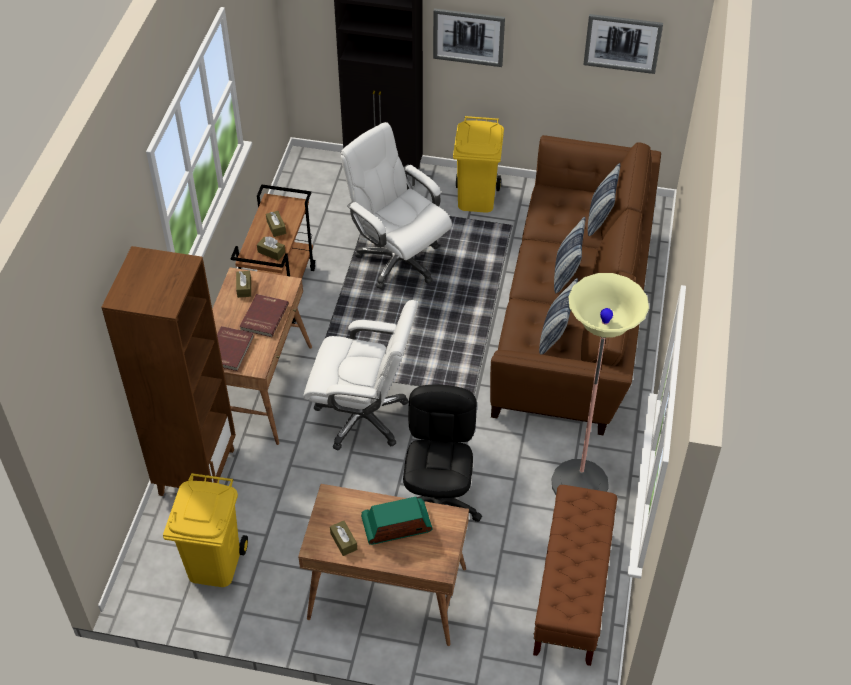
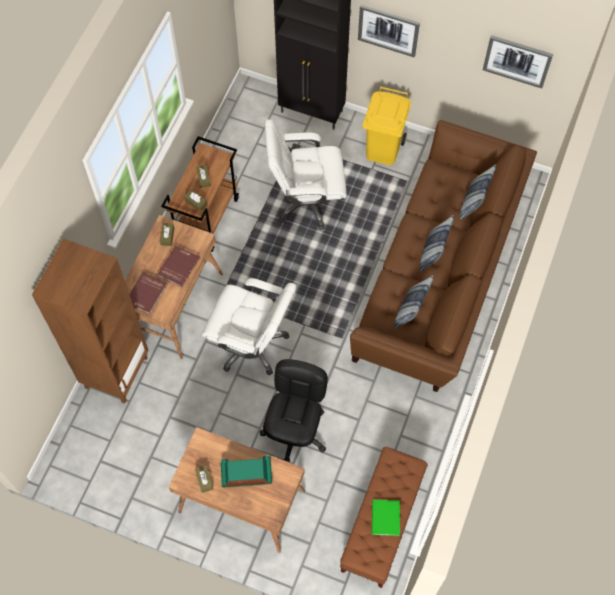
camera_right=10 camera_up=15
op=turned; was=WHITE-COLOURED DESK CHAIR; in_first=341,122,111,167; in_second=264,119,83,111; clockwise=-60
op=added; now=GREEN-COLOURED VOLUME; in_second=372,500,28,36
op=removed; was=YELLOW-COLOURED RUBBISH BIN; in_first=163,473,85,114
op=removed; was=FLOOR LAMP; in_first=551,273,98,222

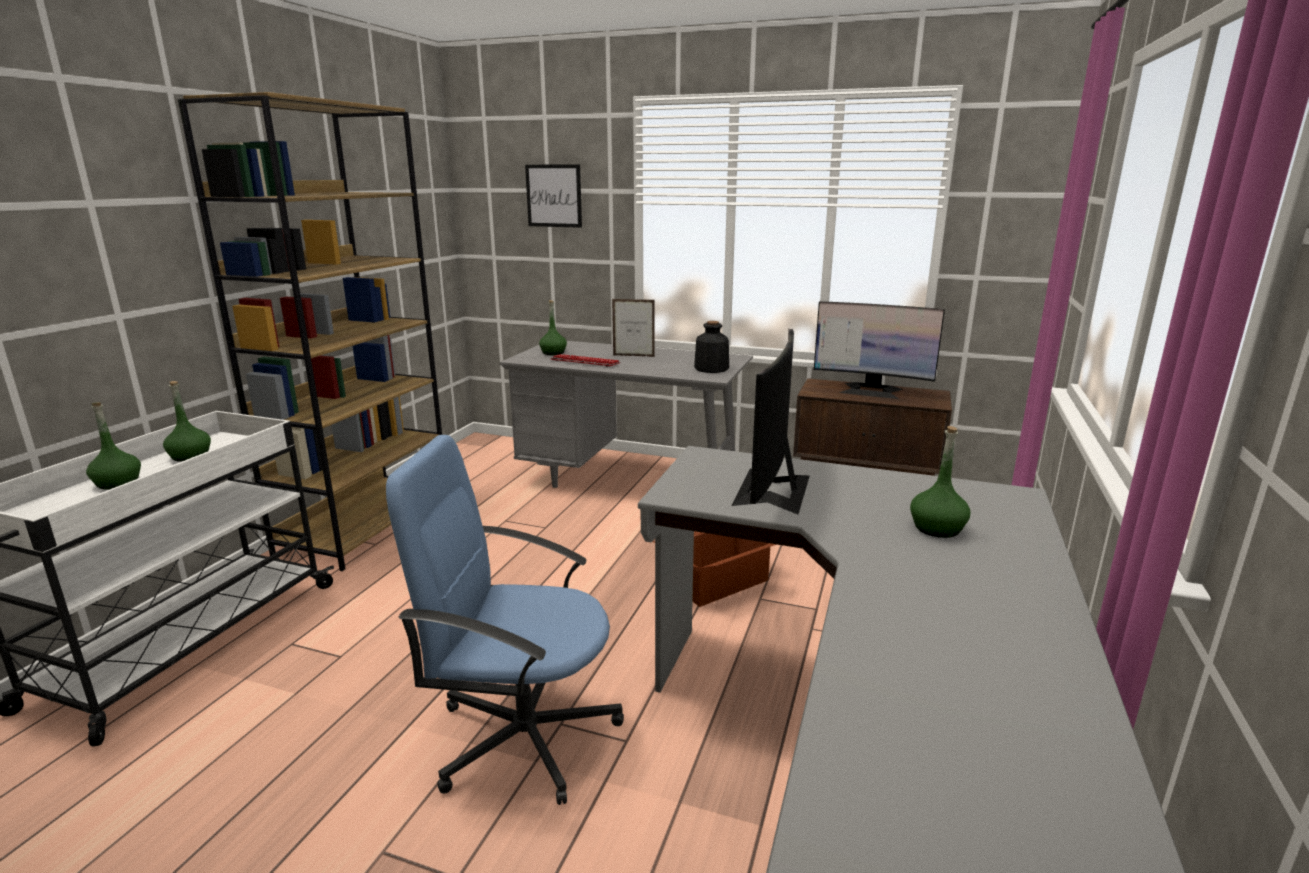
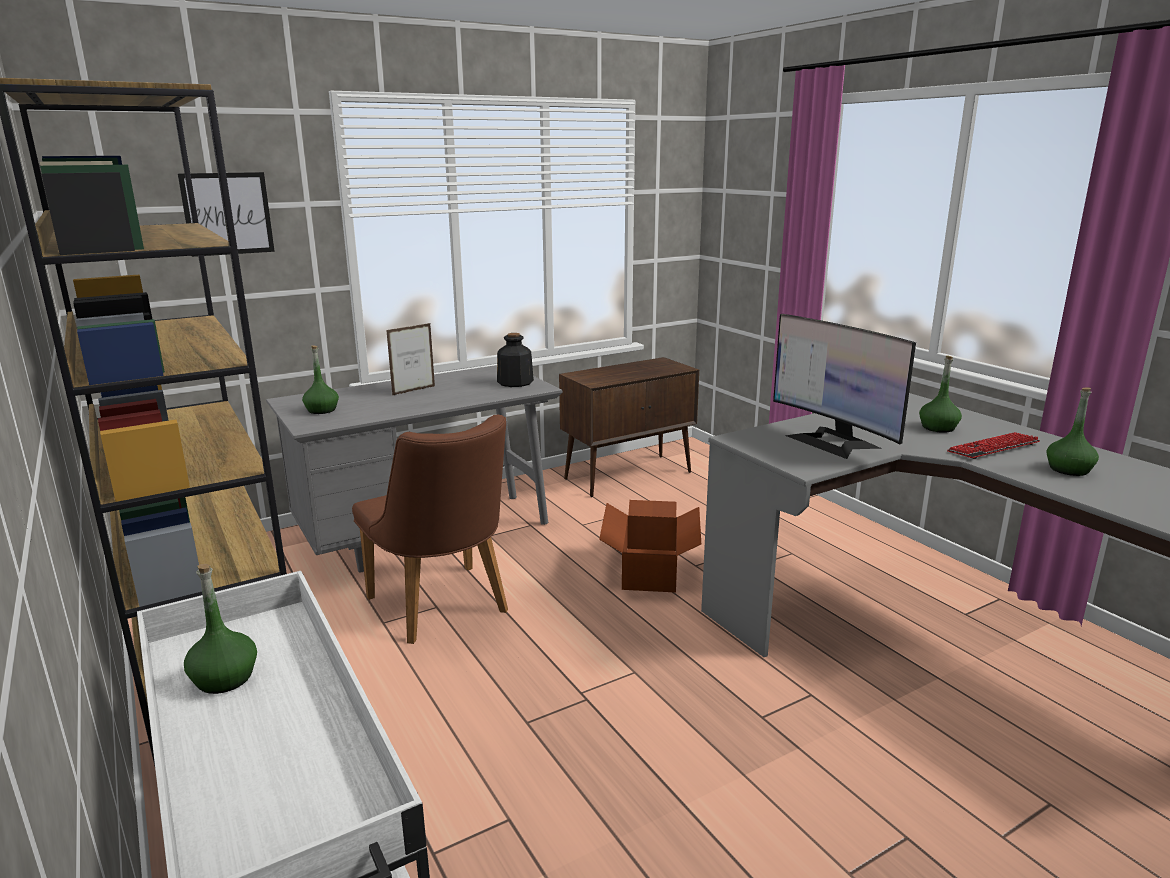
camera_right=-50 camera_up=0
op=added; now=BROWNISH PLAIN CHAIR; in_second=352,415,156,229
op=moved; was=PC KEYBOARD; in_first=550,354,70,13; in_second=947,432,93,27
op=moved; was=GREEN-COLOURED BEVERAGE BOTTLE; in_first=86,402,55,87; in_second=1047,387,52,89
op=removed; was=BLUISH DESK CHAIR; in_first=386,435,238,370
op=removed; was=MONITOR; in_first=814,301,131,98

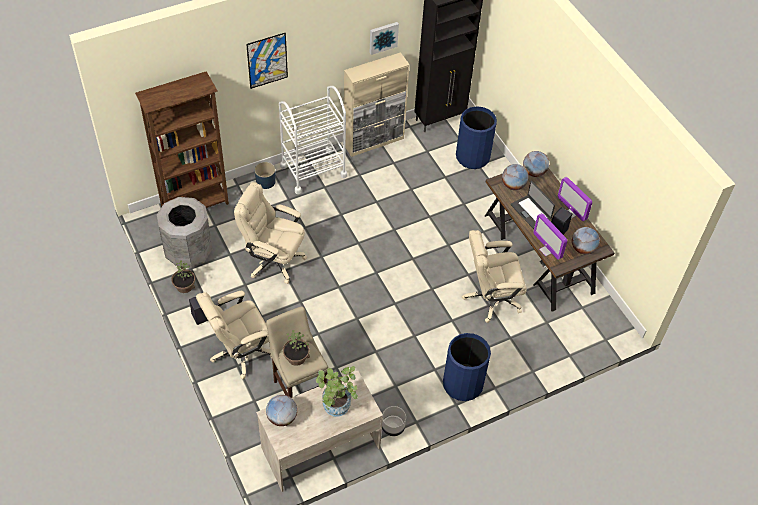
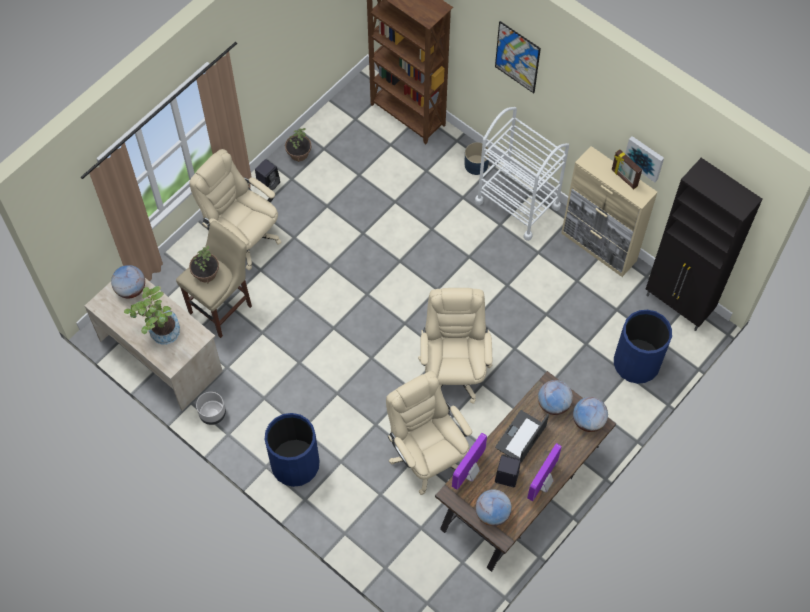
camera_right=70 camera_up=10
op=moved; was=BEIGE-COLOURED DESK CHAIR; in_first=234,182,73,102; in_second=418,288,74,116
op=added; now=PHOTO FRAME; in_second=612,149,30,40
op=removed; was=GREYISH RUBBISH BIN; in_first=157,197,56,71

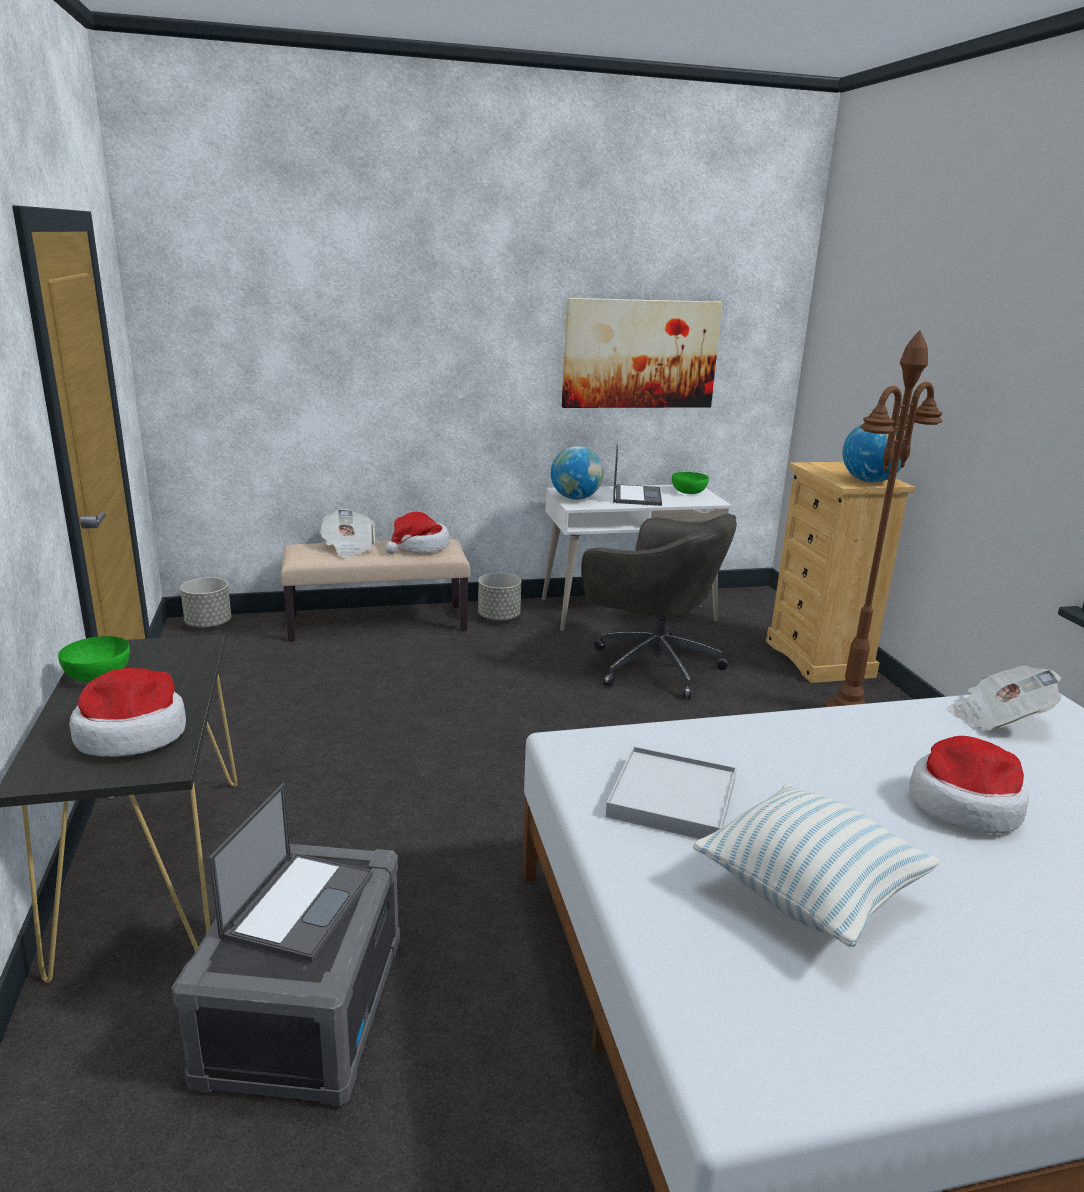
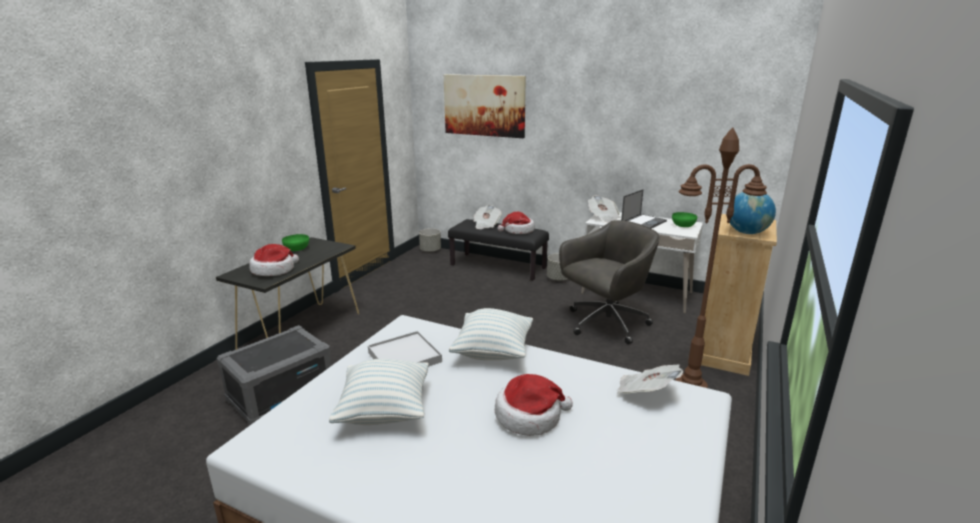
camera_right=40 camera_up=0
op=moved; was=PICTURE; in_first=562,298,160,110; in_second=444,74,82,64
op=recoloured; was=BEIGE-COLOURED LONG SEAT; now=BLACK-COLOURED LONG SEAT; in_first=281,539,189,102; in_second=448,219,101,62
op=added; now=THROW PILLOW; in_second=449,308,84,52
op=turned; was=GREYISH DESK CHAIR; in_first=581,513,156,186; in_second=559,220,101,124; clockwise=-105
op=replaced; was=GLOBE; now=DAILY PAPER; in_first=551,446,52,54; in_second=588,195,33,28
op=removed; was=LAPTOP; in_first=209,783,164,179

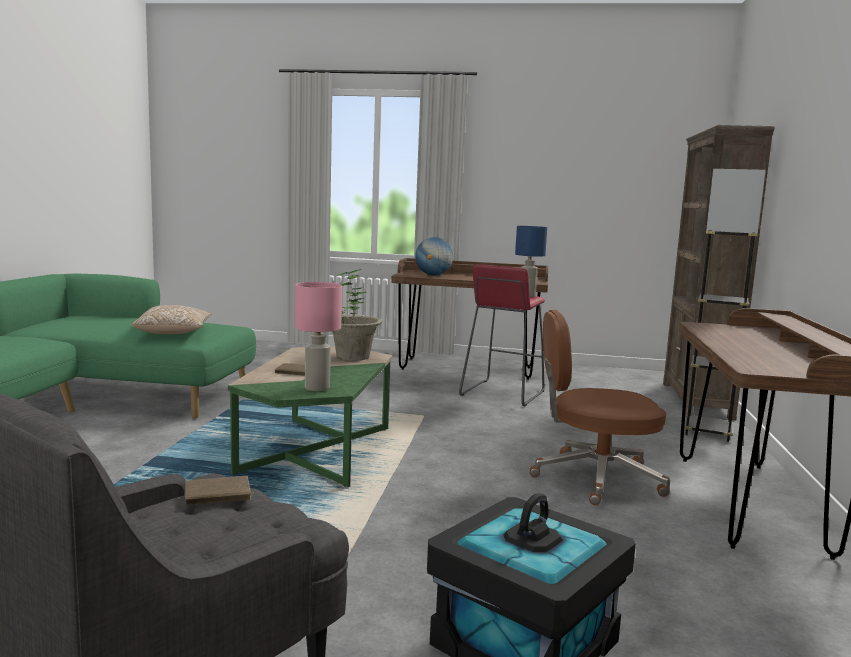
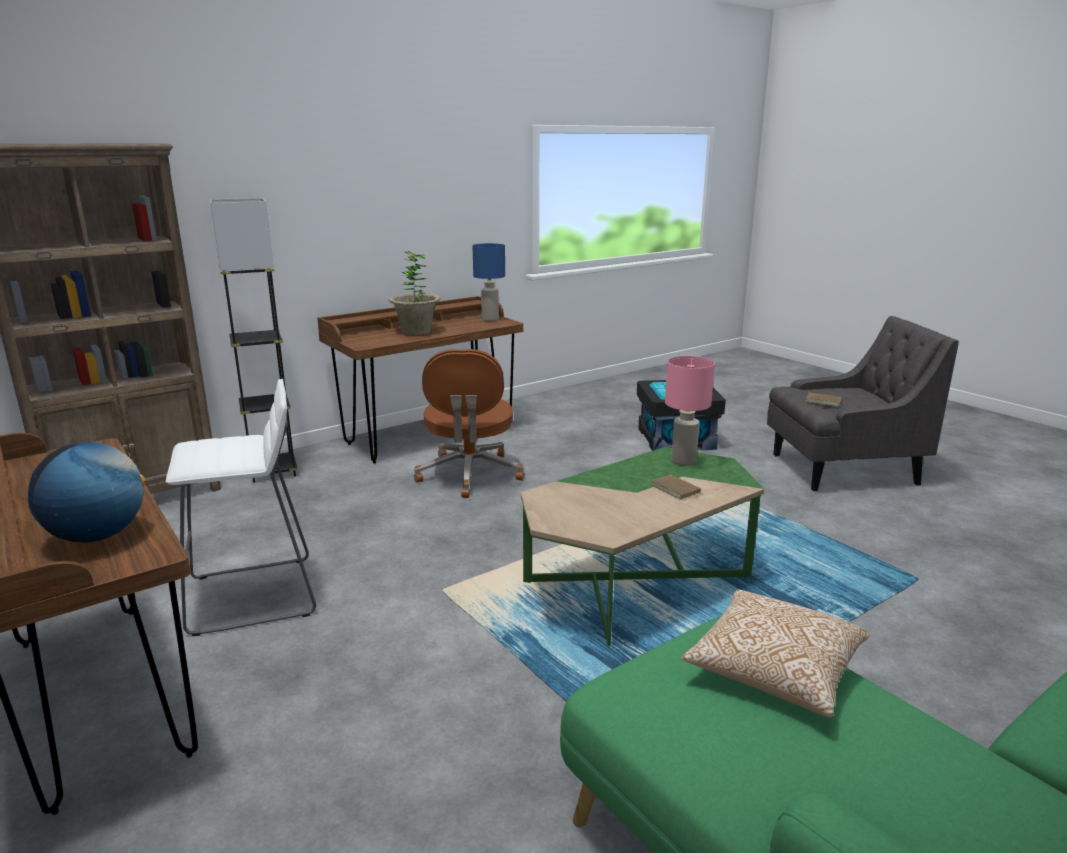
camera_right=-135 camera_up=10
op=recoloured; was=RED-COLOURED STOOL; now=WHITE-COLOURED STOOL; in_first=459,264,86,142; in_second=166,379,150,257
op=moved; was=POTTED PLANT; in_first=332,269,50,92; in_second=389,251,51,84
op=turned; was=BROWNISH DESK CHAIR; in_first=530,310,140,195; in_second=414,349,111,149; clockwise=45
op=moved; was=BLUISH TABLETOP LAMP; in_first=515,226,32,71; in_second=473,243,32,78

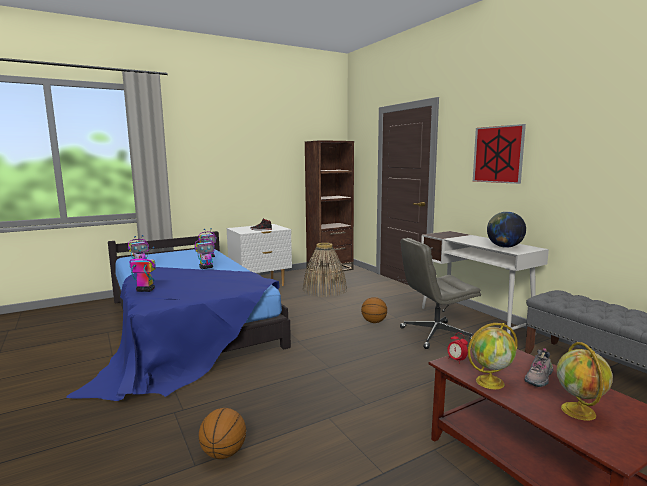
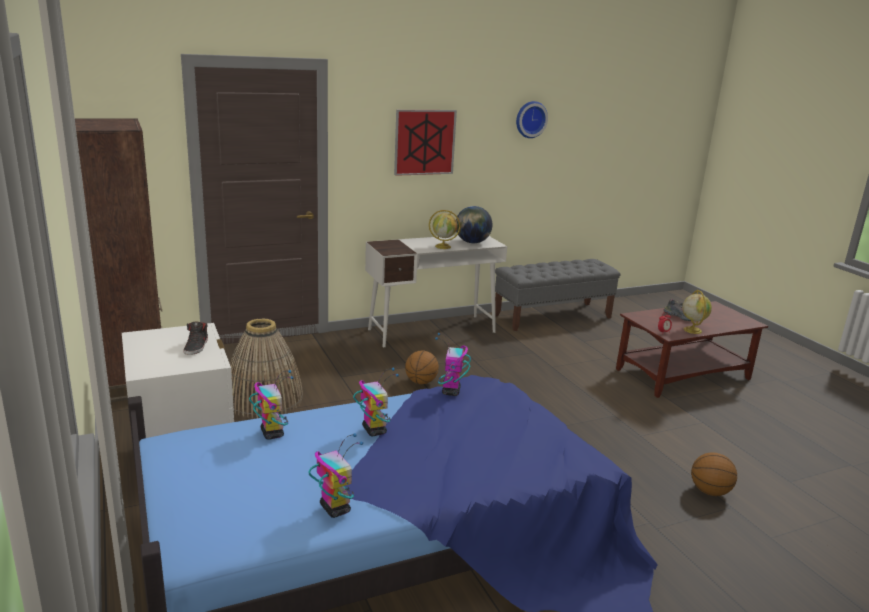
camera_right=-85 camera_up=10
op=moved; was=GLOBE; in_first=557,342,56,79; in_second=429,210,31,39
op=moved; was=TOY ROBOT; in_first=129,247,27,45; in_second=435,333,36,63
op=added; now=HANGING CLOCK; in_second=516,101,32,37
op=removed; was=GREYISH DESK CHAIR; in_first=400,238,81,111

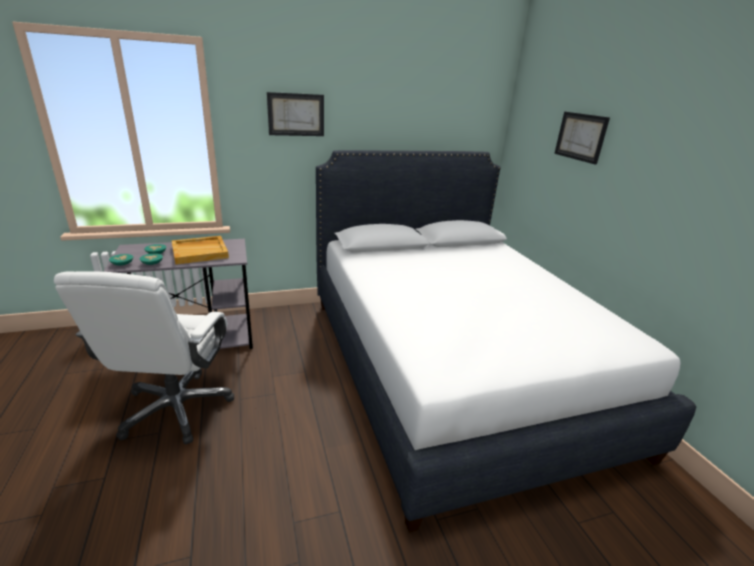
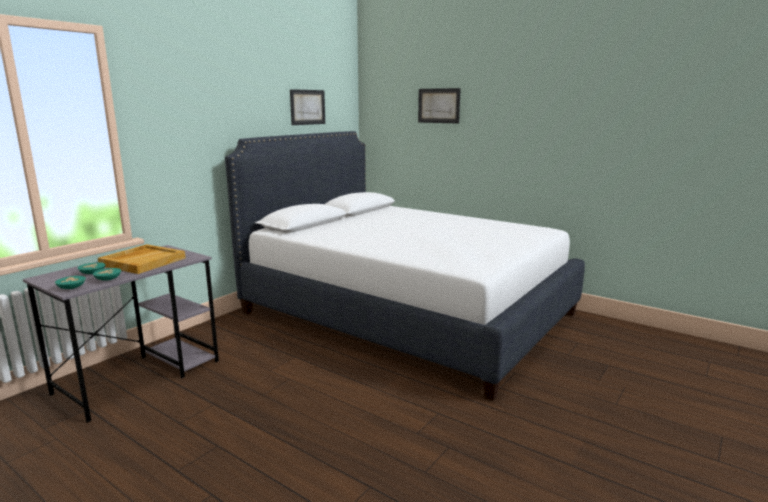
camera_right=-35 camera_up=-10
op=moved; was=PICTURE; in_first=267,92,57,44; in_second=290,89,35,36
op=removed; was=WHITE-COLOURED DESK CHAIR; in_first=54,271,180,173

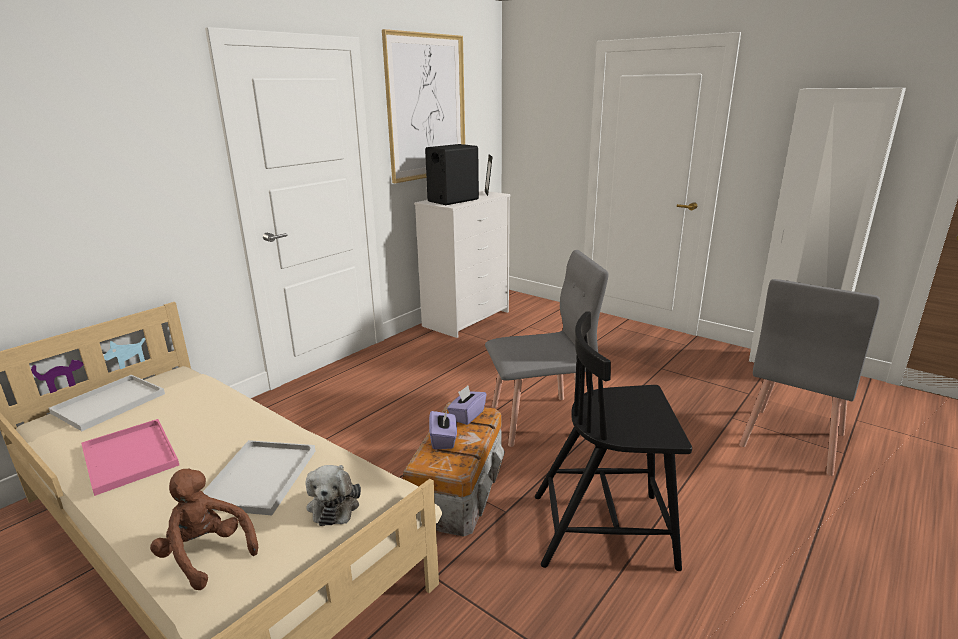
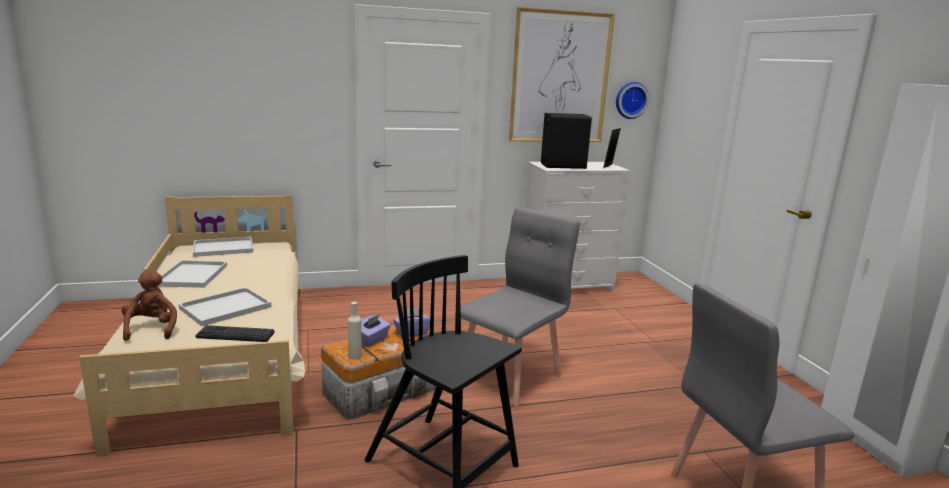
camera_right=35 camera_up=-5
op=recoloured; was=PINKISH CARRYING TRAY; now=WHITE-COLOURED CARRYING TRAY; in_first=81,419,98,77; in_second=158,260,69,28
op=replaced; was=SOFT TOY; now=PC KEYBOARD; in_first=306,465,55,61; in_second=195,325,80,17
op=added; now=BEIGE-COLOURED BEVERAGE BOTTLE; in_second=348,302,14,58
op=turned; was=GREYISH PLAIN CHAIR; in_first=485,250,124,197; in_second=455,207,125,199; clockwise=-75
op=added; now=HANGING CLOCK; in_second=616,82,33,37

